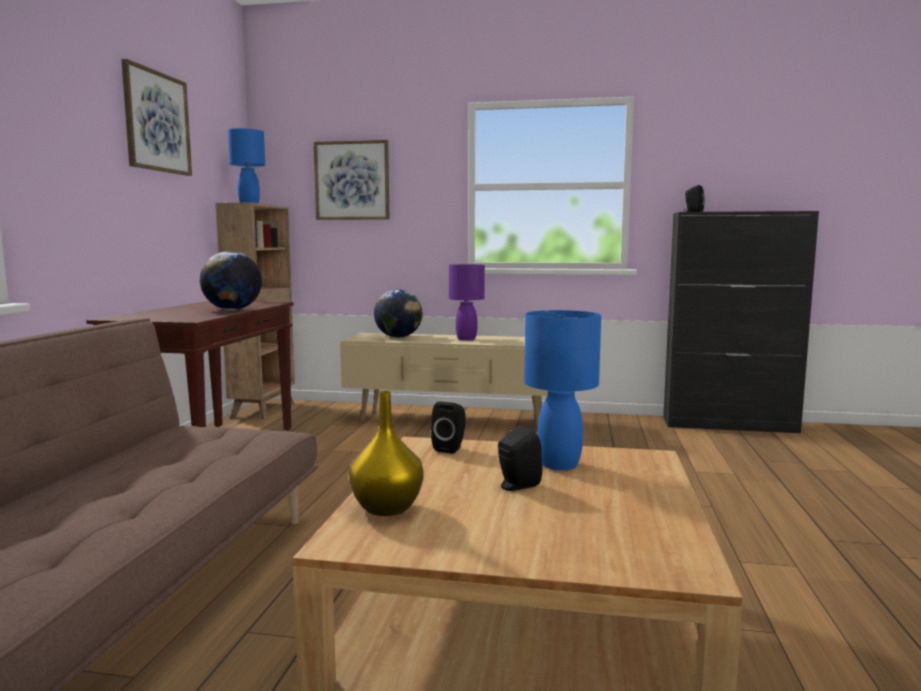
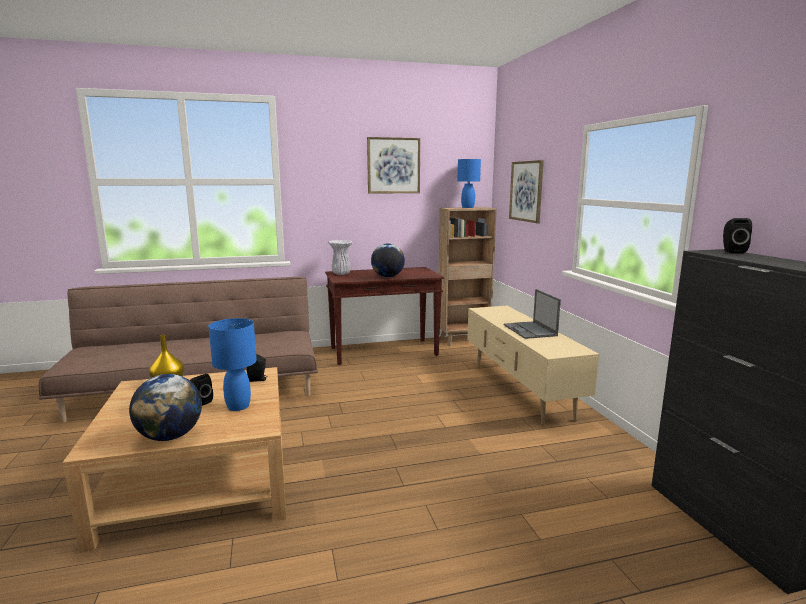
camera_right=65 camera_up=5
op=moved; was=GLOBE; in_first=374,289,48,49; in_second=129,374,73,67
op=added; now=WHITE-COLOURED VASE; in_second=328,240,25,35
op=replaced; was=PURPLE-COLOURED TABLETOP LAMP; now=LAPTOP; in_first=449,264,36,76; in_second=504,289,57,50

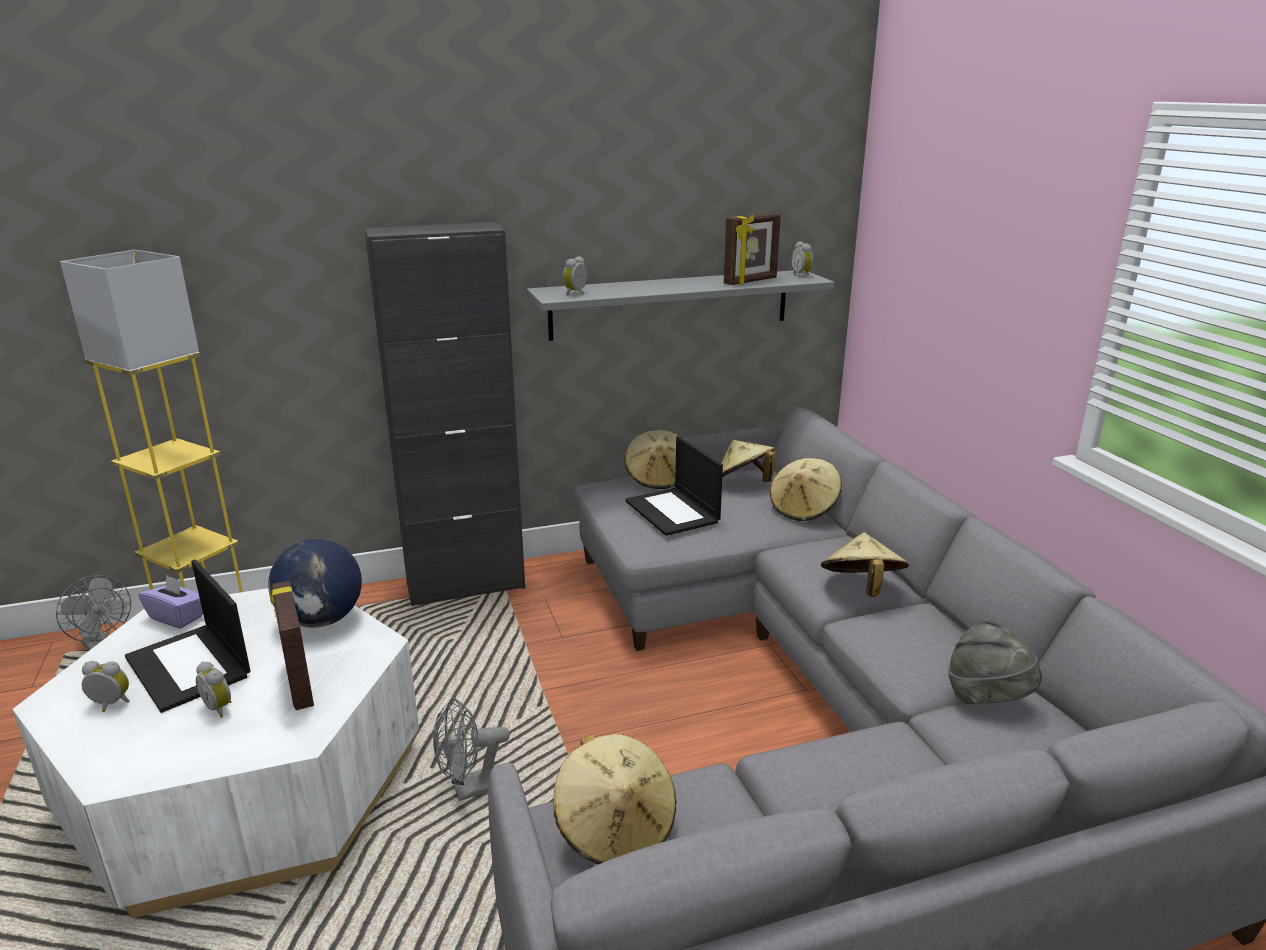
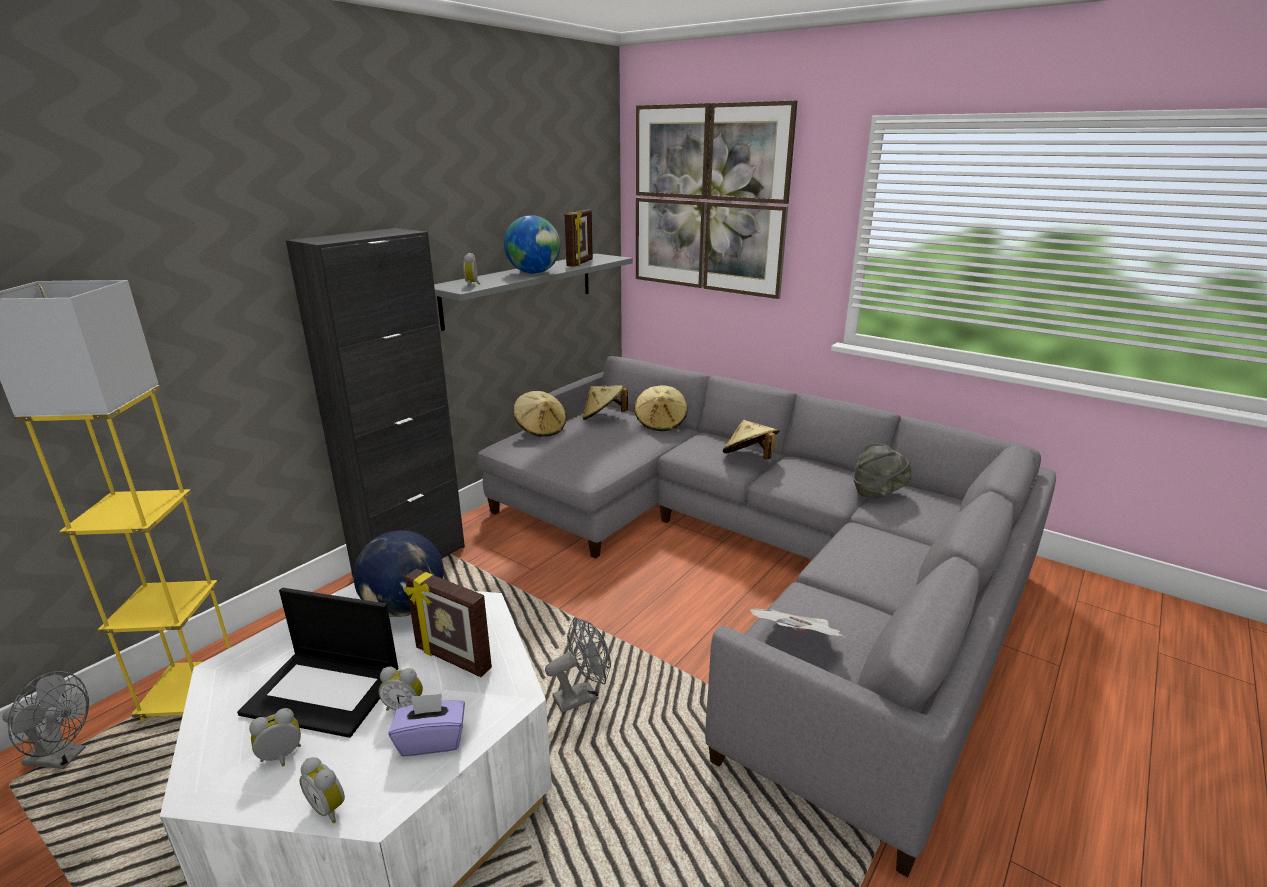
camera_right=-35 camera_up=0
op=moved; was=TABLE CLOCK; in_first=792,241,21,36; in_second=299,757,46,66
op=moved; was=PURPLE-COLOURED BOX OF TISSUES; in_first=139,575,64,53; in_second=389,693,76,63
op=added; now=GLOBE; in_second=504,215,56,59
op=turned; was=GREYISH ELECTRIC FAN; in_first=433,698,77,103; in_second=545,617,66,96; clockwise=-150
op=added; now=PICTURE; in_second=636,100,161,199
op=replaced; was=BEIGE-COLOURED CLOTHING HAT; now=DAILY PAPER; in_first=554,734,123,130; in_second=750,609,95,28
op=removed; was=LAPTOP; in_first=625,436,98,100

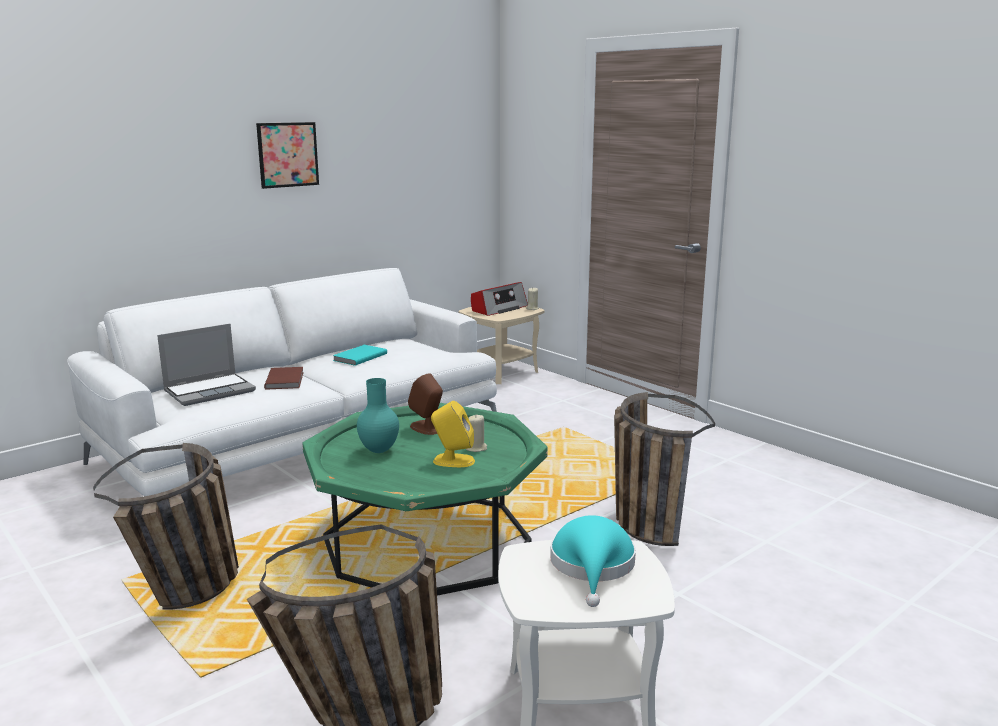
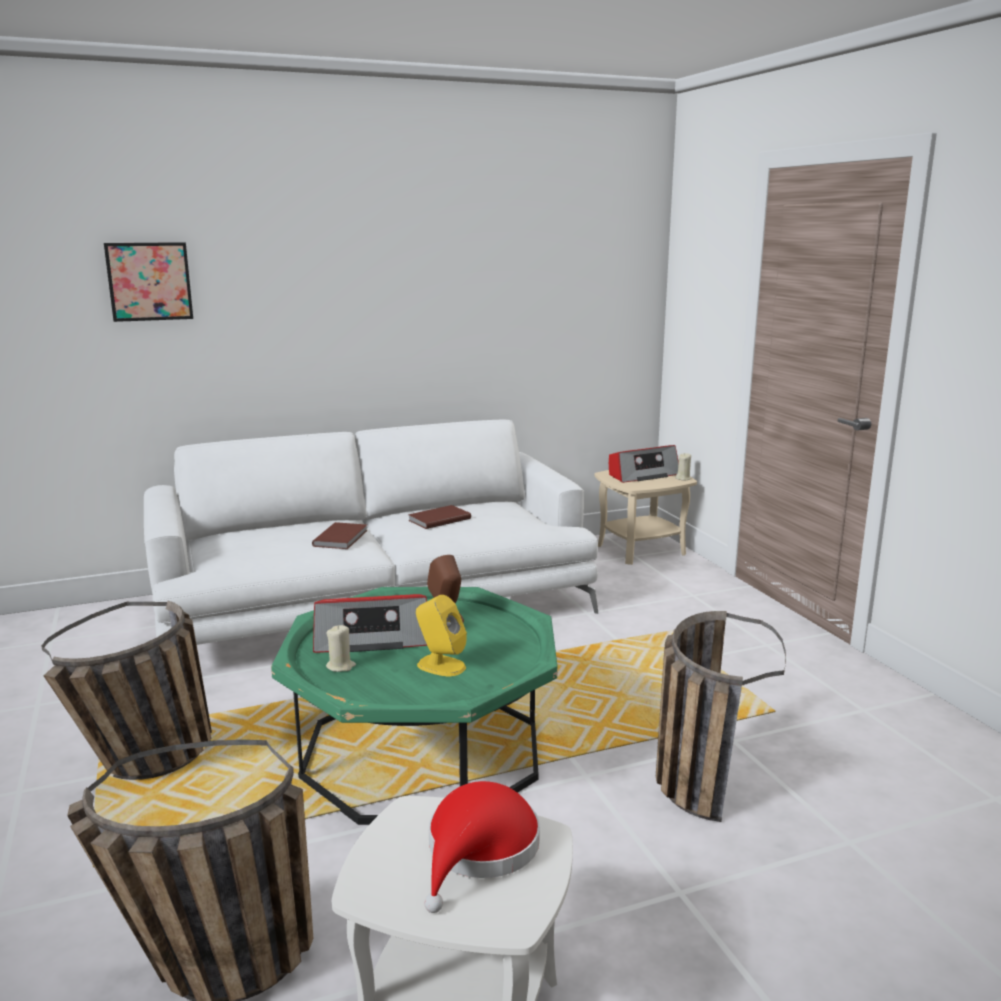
camera_right=20 camera_up=0
op=moved; was=PICTURE; in_first=256,122,63,67; in_second=104,242,89,80
op=replaced; was=TURQUOISE VASE; now=RADIO; in_first=357,378,42,75; in_second=313,594,114,59
op=moved; was=BEIGE-COLOURED WAX LIGHT; in_first=466,414,21,38; in_second=326,625,30,47
op=recoloured; was=TURQUOISE VOLUME; now=BROWNISH VOLUME; in_first=333,345,54,21; in_second=408,505,63,24
op=recoloured; was=TURQUOISE CLOTHING HAT; now=RED-COLOURED CLOTHING HAT; in_first=550,515,86,92; in_second=424,781,116,132
op=removed; was=LAPTOP; in_first=157,324,99,82

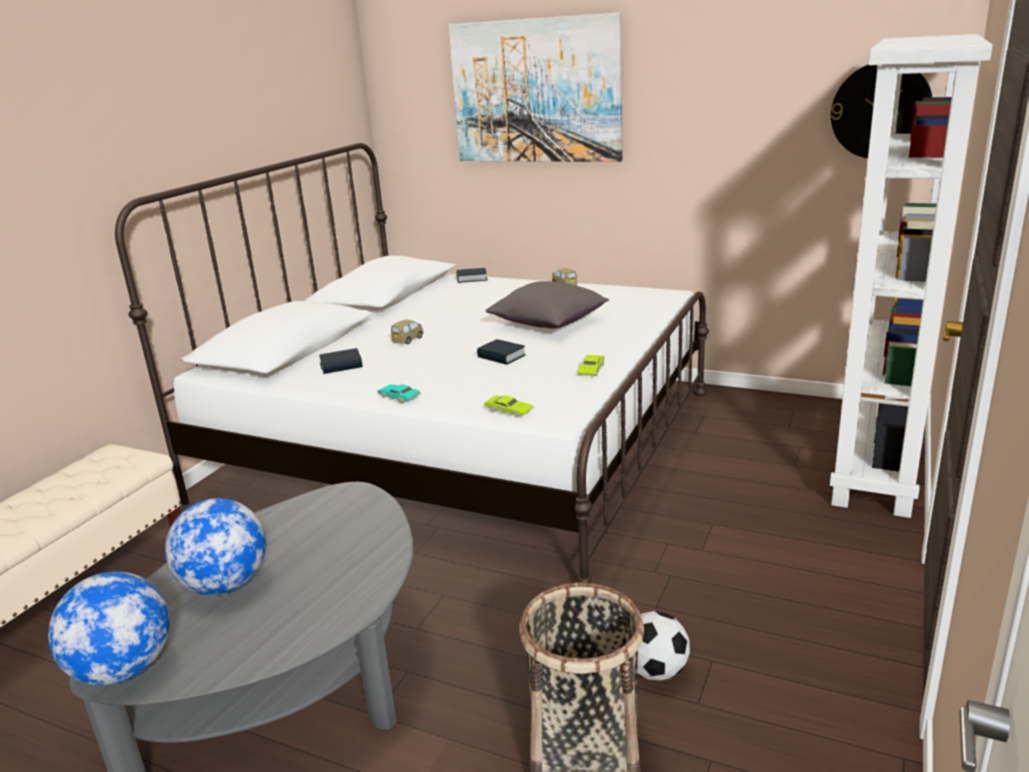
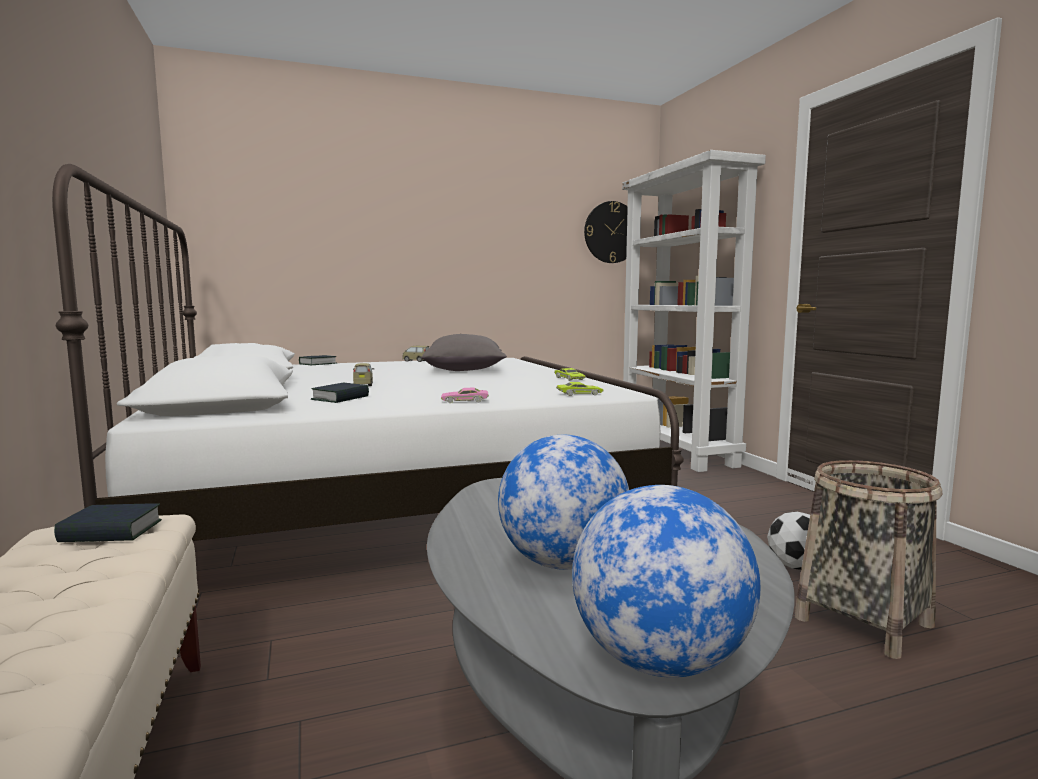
camera_right=-45 camera_up=-15
op=moved; was=VOLUME; in_first=477,339,49,26; in_second=54,503,108,39
op=recoloured; was=TURQUOISE TOY CAR; now=PINKISH TOY CAR; in_first=377,384,44,20; in_second=441,387,48,16
op=removed; was=PICTURE; in_first=448,12,174,150

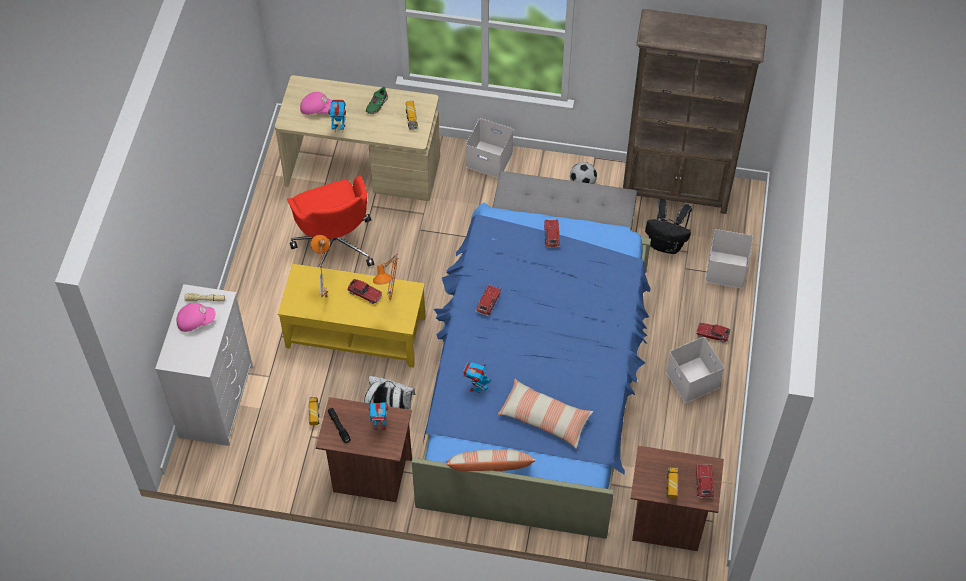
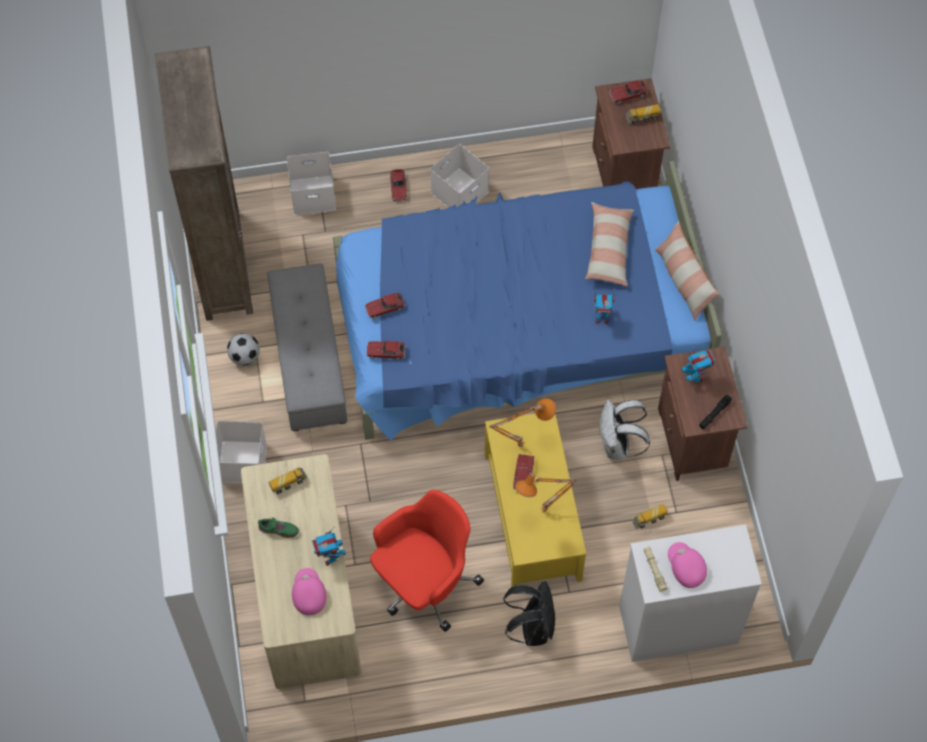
camera_right=-110 camera_up=5
op=moved; was=TOY CAR; in_first=476,284,25,32; in_second=366,341,40,19
op=moved; was=BLACK-COLOURED BACKPACK; in_first=645,199,47,55; in_second=503,581,53,65

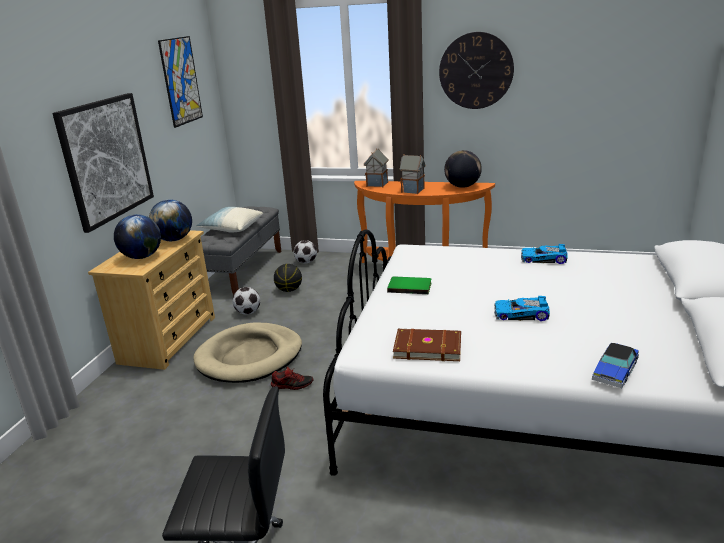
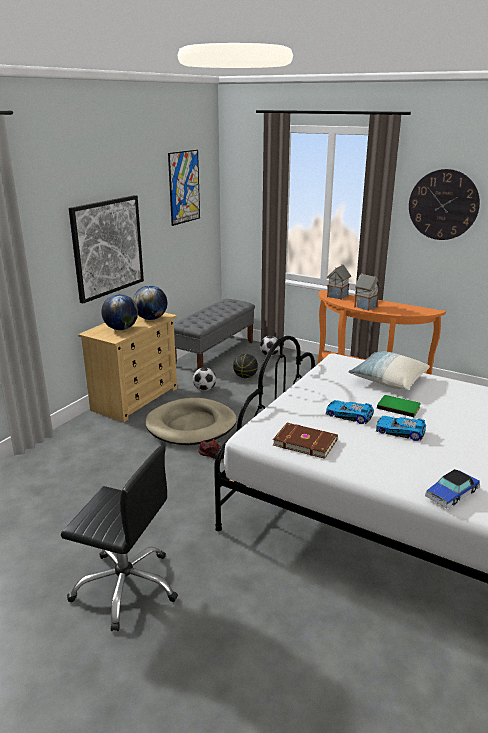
camera_right=15 camera_up=0
op=moved; was=TOY CAR; in_first=521,244,47,20; in_second=326,400,48,24
op=moved; was=THROW PILLOW; in_first=196,207,67,25; in_second=348,351,82,39
op=moved; was=GREEN-COLOURED VOLUME; in_first=387,277,44,17; in_second=377,395,44,22
op=removed; was=GLOBE; in_first=444,150,38,38

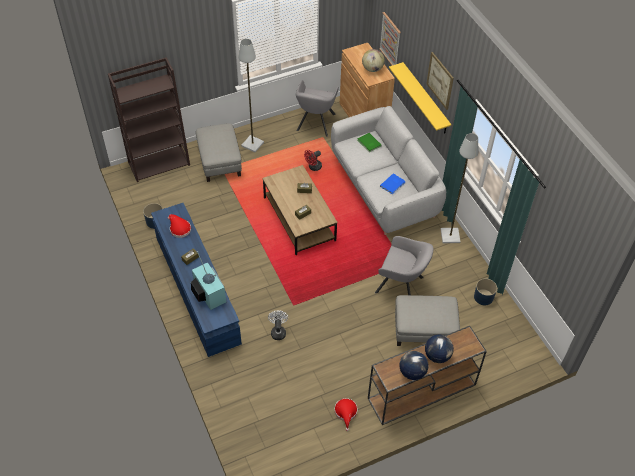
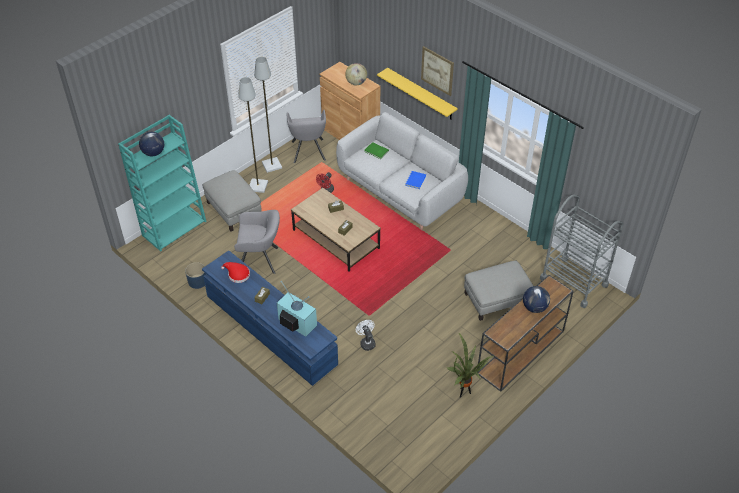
camera_right=-20 camera_up=-5
op=recoloured; was=BROWNISH SHELVING UNIT; now=TURQUOISE SHELVING UNIT; in_first=108,57,82,125; in_second=118,115,89,136
op=moved; was=GLOBE; in_first=400,351,28,29; in_second=139,132,25,24
op=moved; was=GREYISH EASY CHAIR; in_first=375,236,58,59; in_second=234,210,46,64
op=moved; was=GREYISH FLOOR LAMP; in_first=441,133,38,110; in_second=254,57,28,116
op=replaced; was=RED-COLOURED CLOTHING HAT; now=POTTED PLANT; in_first=335,398,23,33; in_second=447,333,46,65
op=added; now=GREYISH TROLLEY; in_second=540,194,84,114
op=removed; was=PICTURE; in_first=379,12,22,54
op=removed; was=BLUISH PLANTER; in_first=474,278,23,27

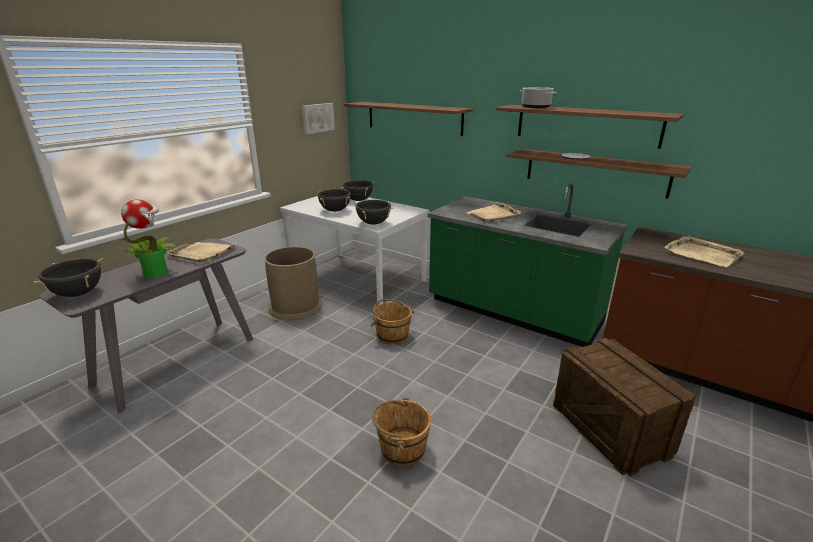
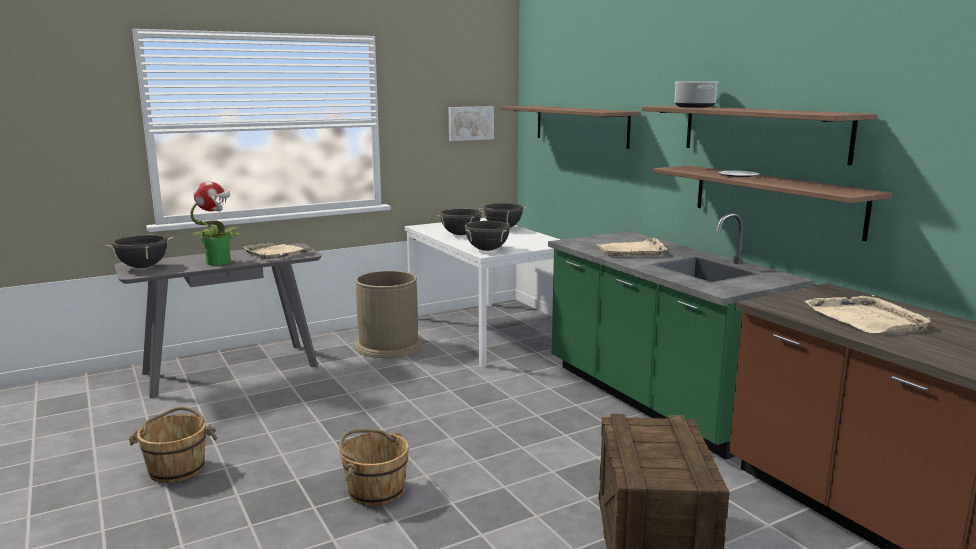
camera_right=25 camera_up=-10
op=moved; was=BROWNISH PAIL; in_first=371,299,43,45; in_second=129,407,89,76

